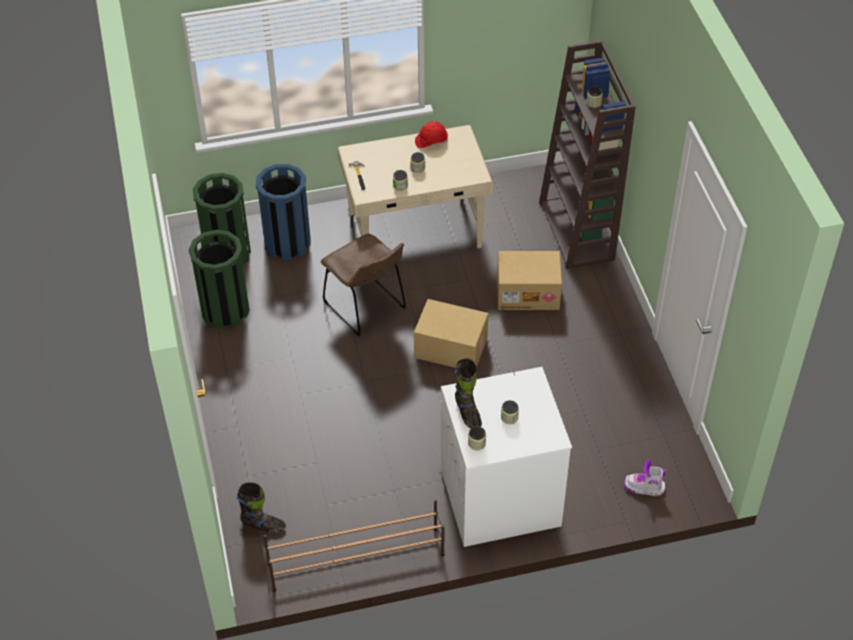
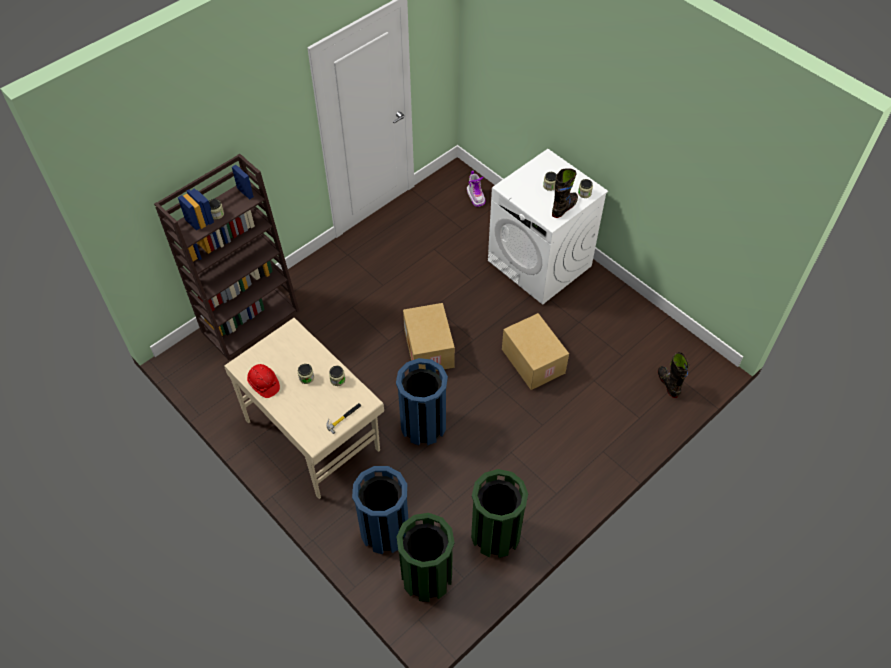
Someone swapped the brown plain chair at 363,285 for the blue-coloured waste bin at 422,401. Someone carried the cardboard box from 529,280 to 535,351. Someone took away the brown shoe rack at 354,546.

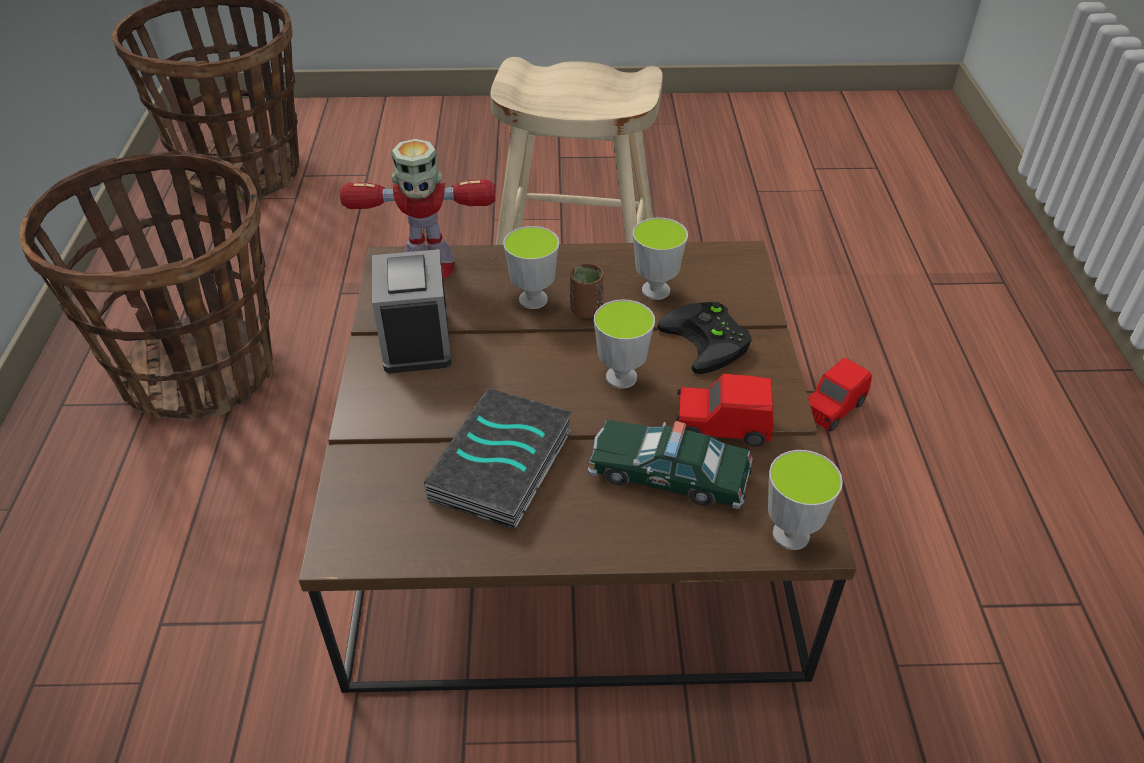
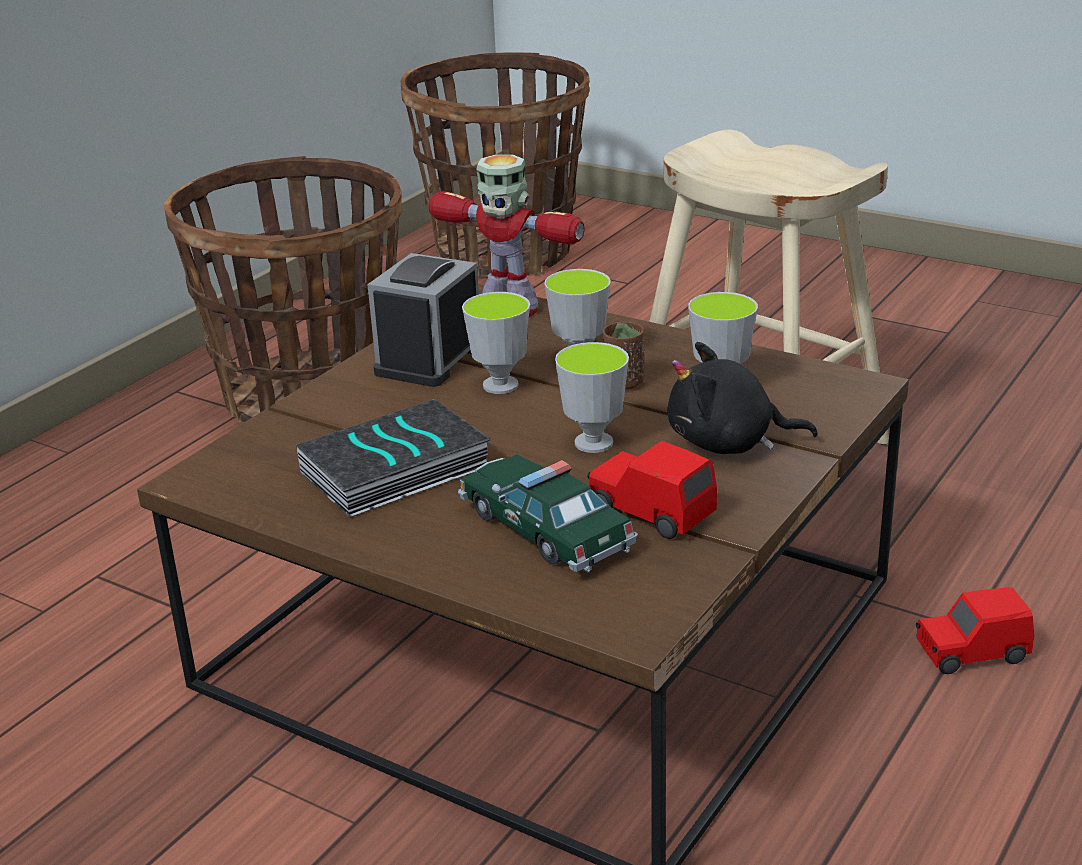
Someone swapped the black-coloured joypad at 704,337 for the black-coloured soft toy at 743,398. Someone carried the small cup from 805,500 to 496,343.

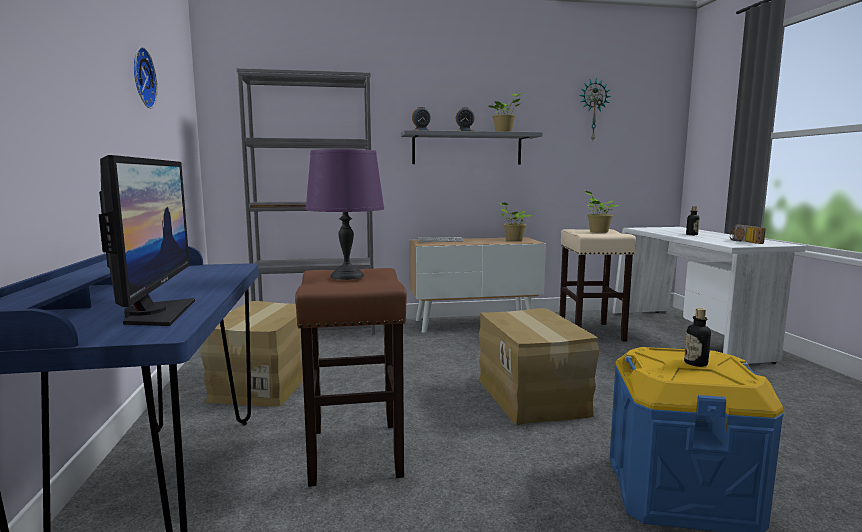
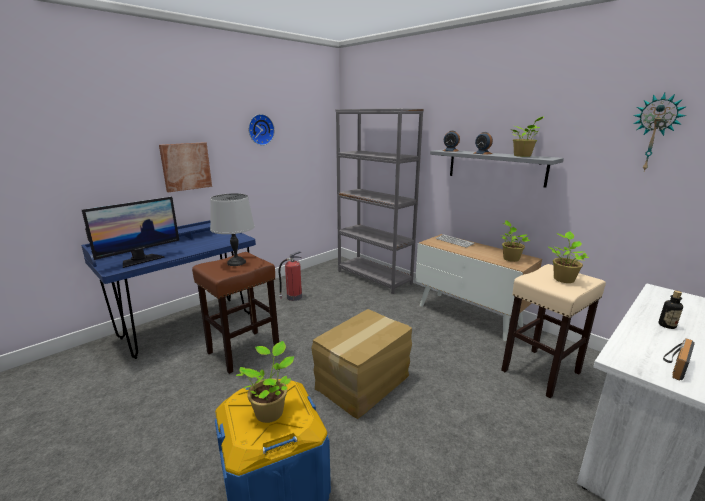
Someone repainted the purple-coloured lamp for a table at 344,214, which became the grey lamp for a table at 232,229. Someone swapped the cardboard box at 252,354 for the fire-fighting cylinder at 290,276. Someone swapped the beverage bottle at 697,337 for the plant in a pot at 265,382. Someone put up the wall picture at 185,167.

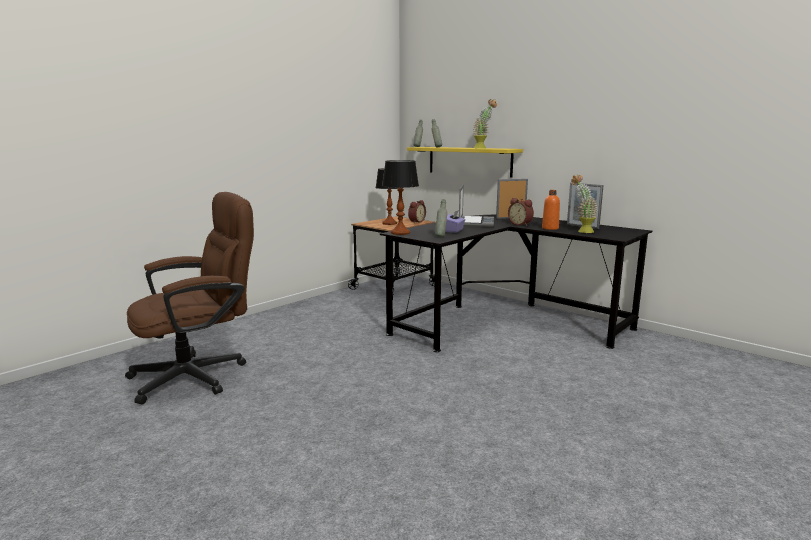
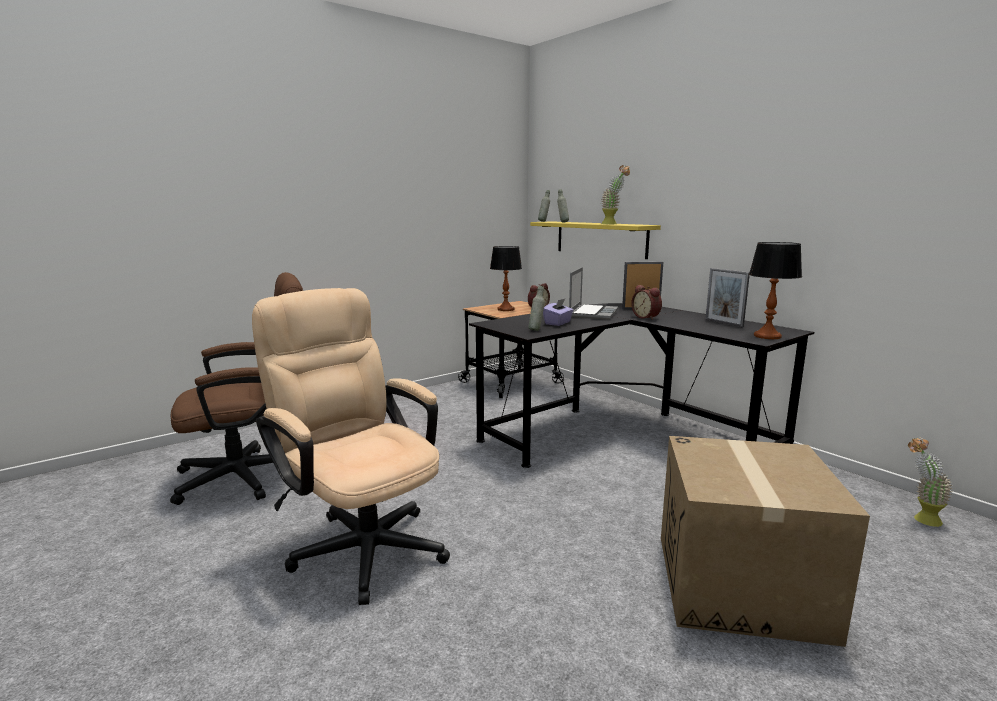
Someone carried the lamp for a table from 400,197 to 775,290. Someone carried the plant in a pot from 584,204 to 930,482. Someone took away the orangey beverage bottle at 551,210. Someone put down the beige desk chair at 351,446. Someone put down the cardboard box at 765,541.

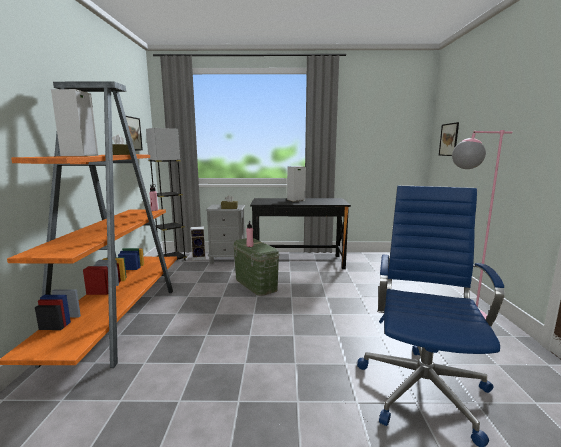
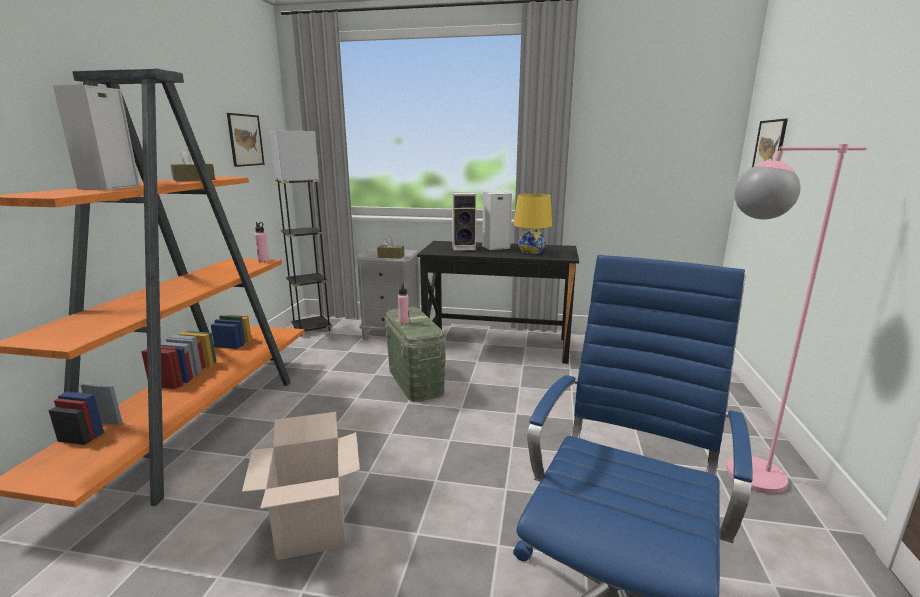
Someone carried the audio speaker from 198,243 to 464,221. Someone put down the yellow lamp for a table at 532,224. Someone put down the cardboard box at 301,486.

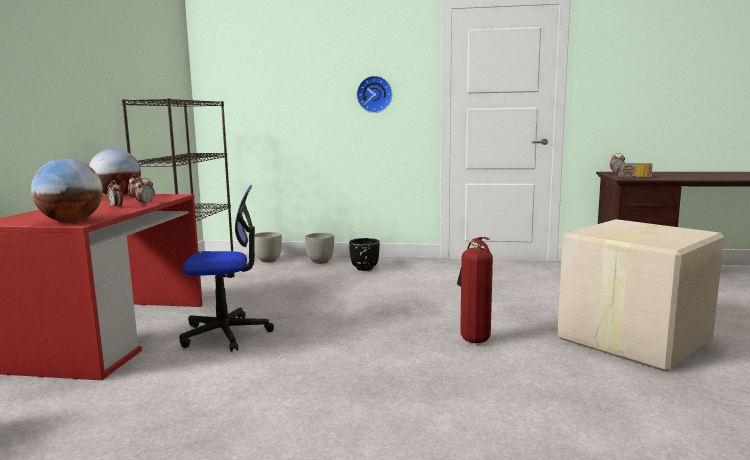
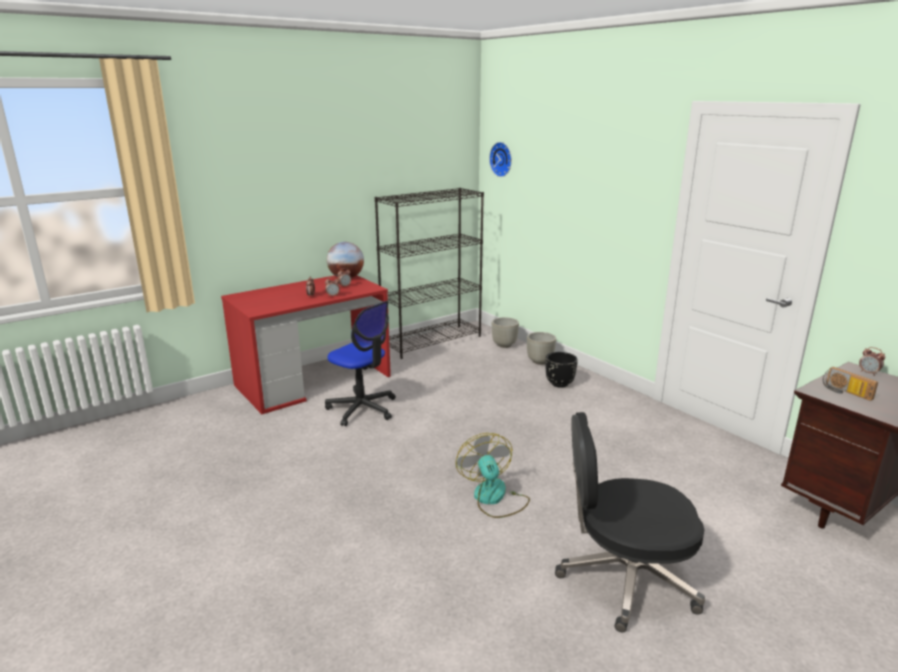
Someone carried the clock on the wall from 374,94 to 500,159. Someone took away the desk globe at 67,190. Someone swapped the cardboard box at 640,295 for the black-coloured desk chair at 630,522. Someone swapped the fire-fighting cylinder at 475,290 for the cooling fan at 493,475.

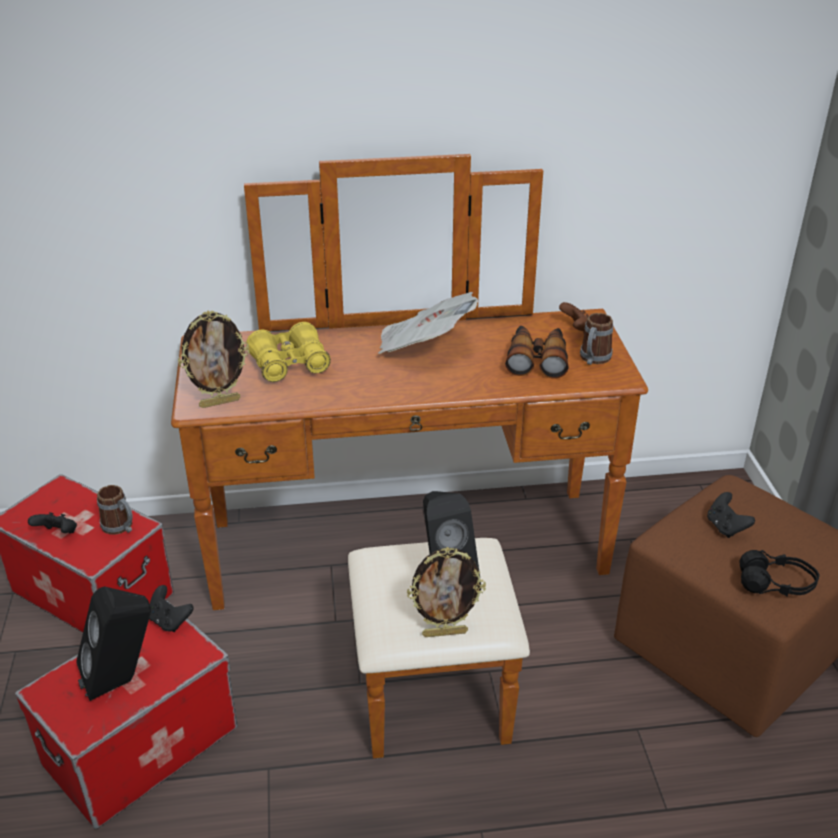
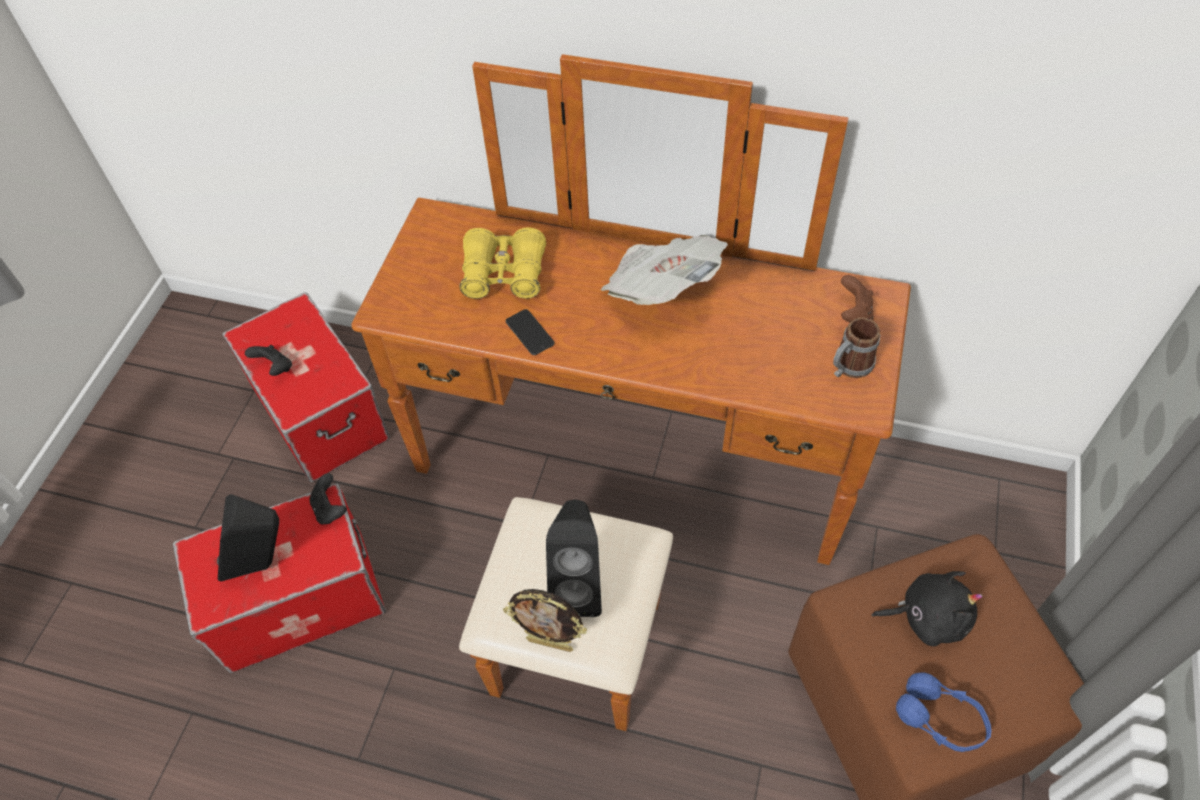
Someone took away the standing frame at 214,359. Someone took away the pair of binoculars at 537,352. Someone took away the mug at 115,510. Someone swapped the black-coloured joypad at 731,515 for the black-coloured soft toy at 927,608. Someone repainted the black-coloured headset at 780,573, which became the blue-coloured headset at 944,712. Someone put down the phone at 530,332.

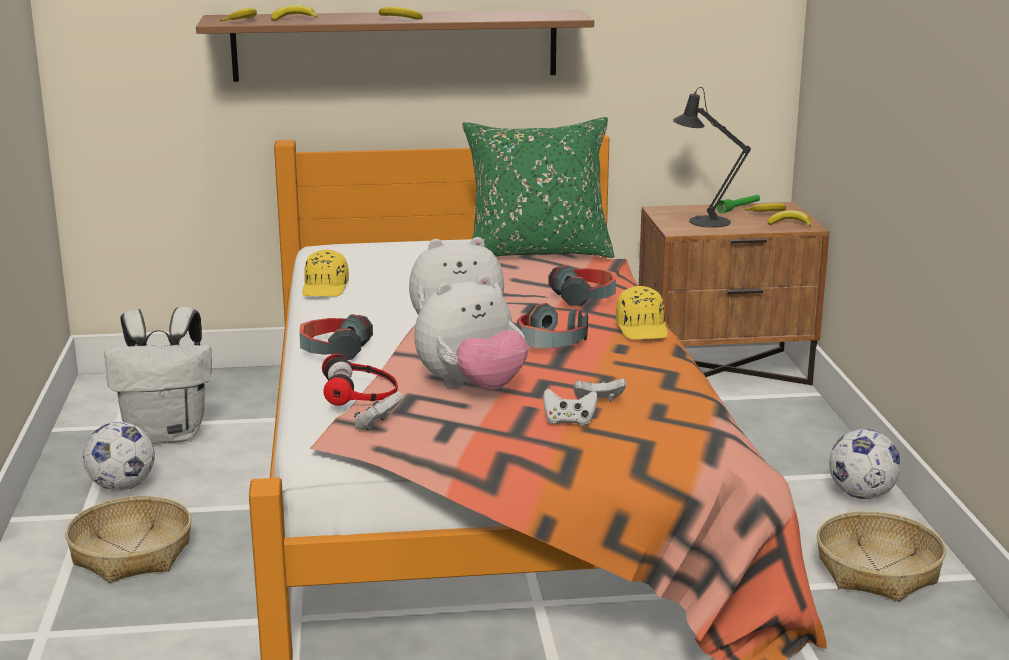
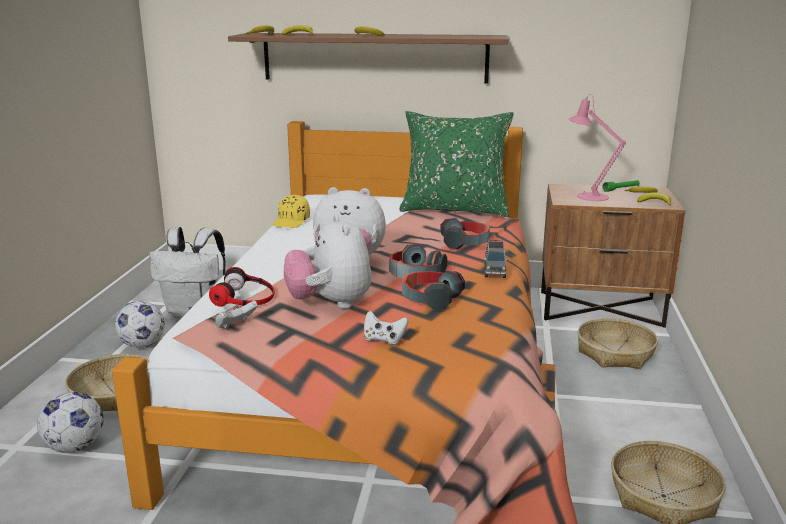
Someone repainted the black-coloured lamp for a table at 712,157, which became the pink-coloured lamp for a table at 597,147. Someone rotated the soft toy at 471,332 by 90 degrees clockwise. Someone swapped the yellow cap at 642,312 for the grey model car at 496,259. Someone carried the headset from 336,337 to 433,290. Someone took away the white-coloured joypad at 600,390. Someone carried the ball for football from 865,464 to 70,422. Someone put down the basket at 617,343.

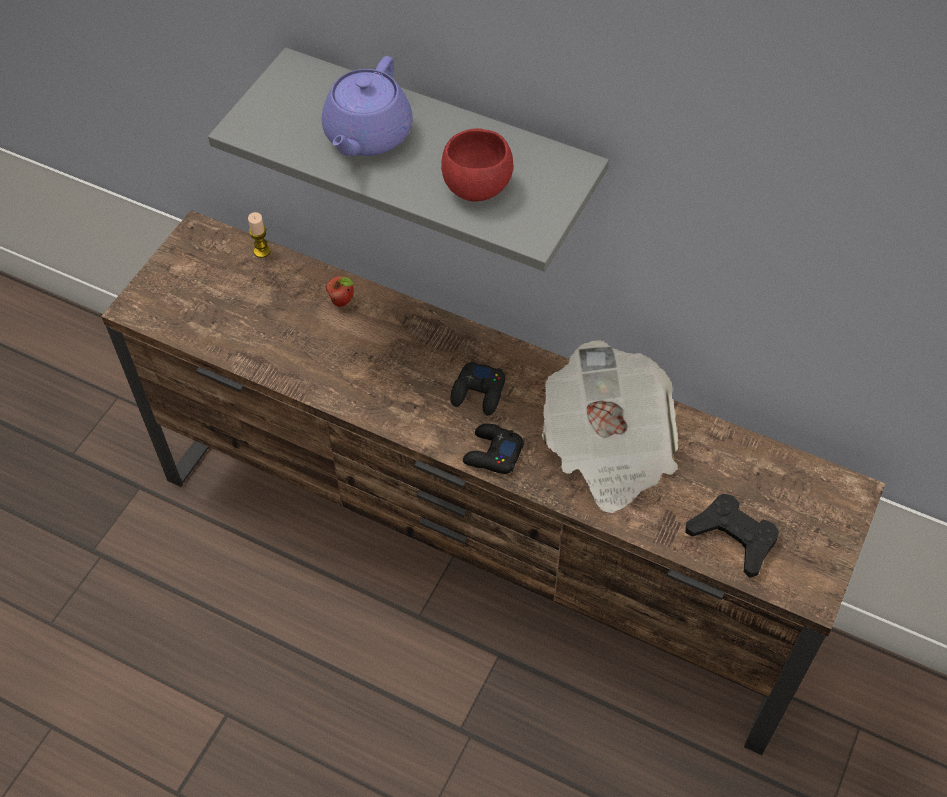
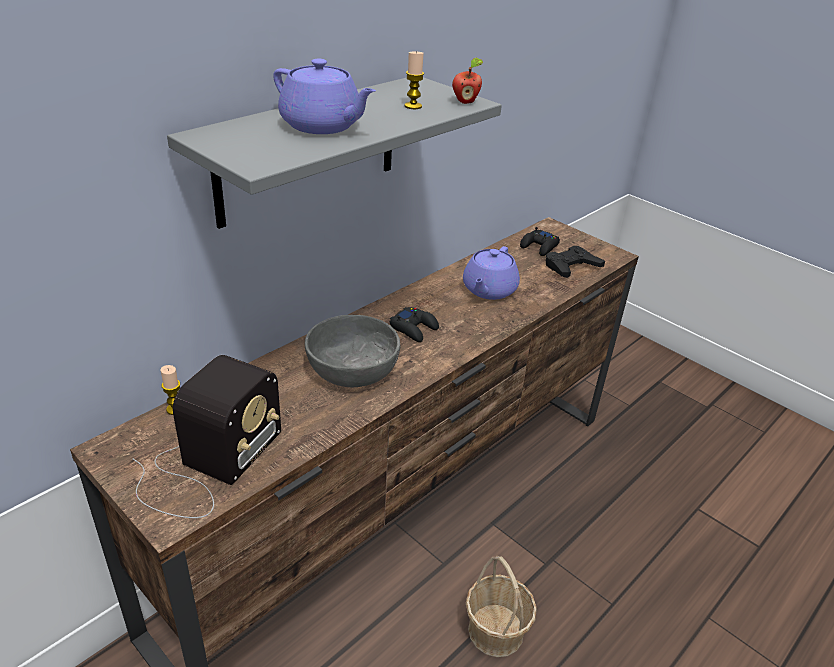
Someone swapped the red-coloured serving bowl at 477,165 for the candle at 414,80. Someone carried the whole apple from 340,291 to 467,81. Someone swapped the newspaper at 610,426 for the purple-coloured pot for tea at 491,273. Someone carried the black-coloured joypad from 493,448 to 540,241. Someone put down the grey serving bowl at 352,351. Someone put down the radio set at 207,436. Someone put down the basket at 501,606.

